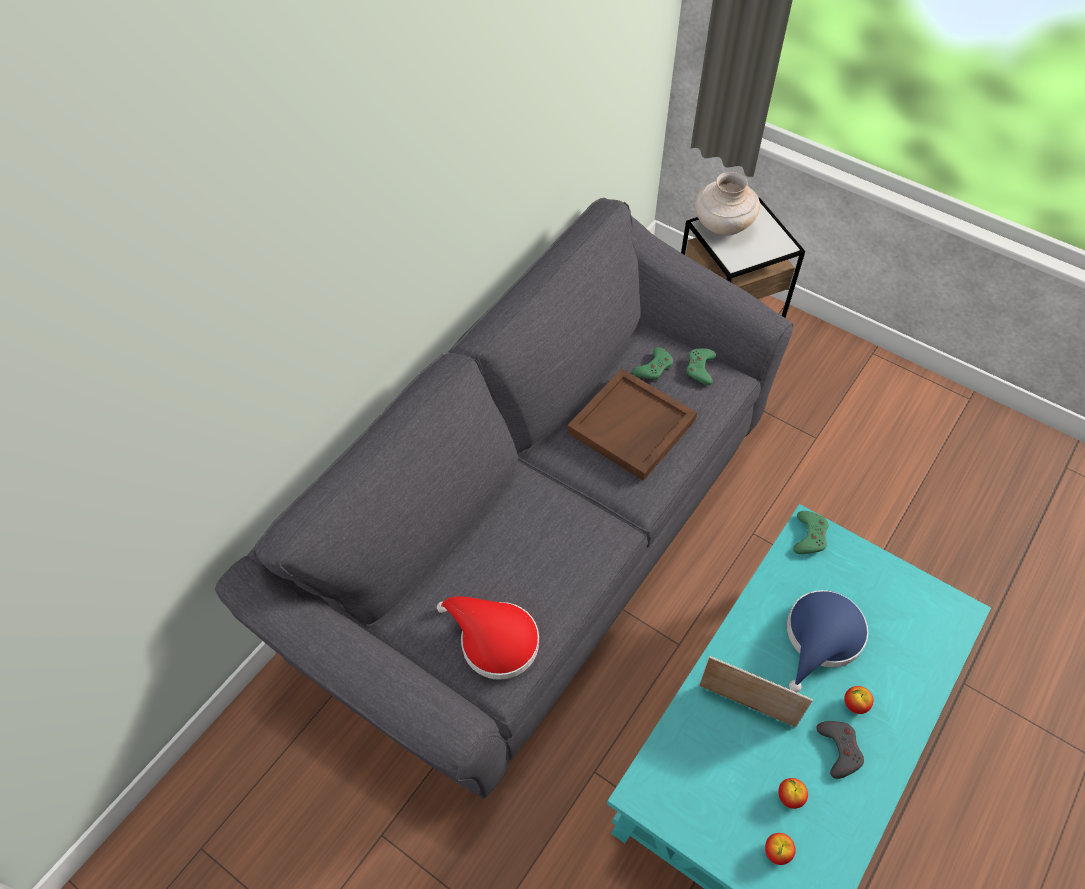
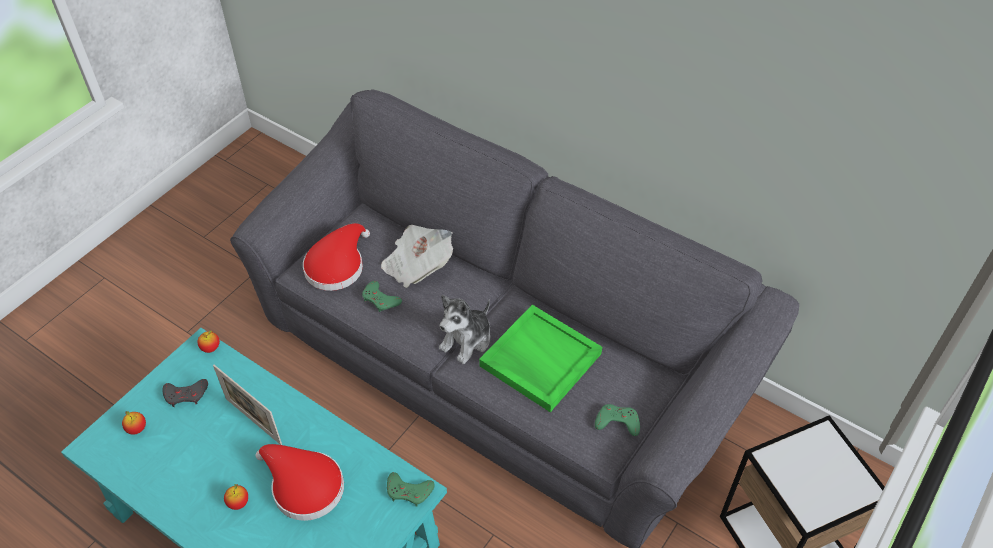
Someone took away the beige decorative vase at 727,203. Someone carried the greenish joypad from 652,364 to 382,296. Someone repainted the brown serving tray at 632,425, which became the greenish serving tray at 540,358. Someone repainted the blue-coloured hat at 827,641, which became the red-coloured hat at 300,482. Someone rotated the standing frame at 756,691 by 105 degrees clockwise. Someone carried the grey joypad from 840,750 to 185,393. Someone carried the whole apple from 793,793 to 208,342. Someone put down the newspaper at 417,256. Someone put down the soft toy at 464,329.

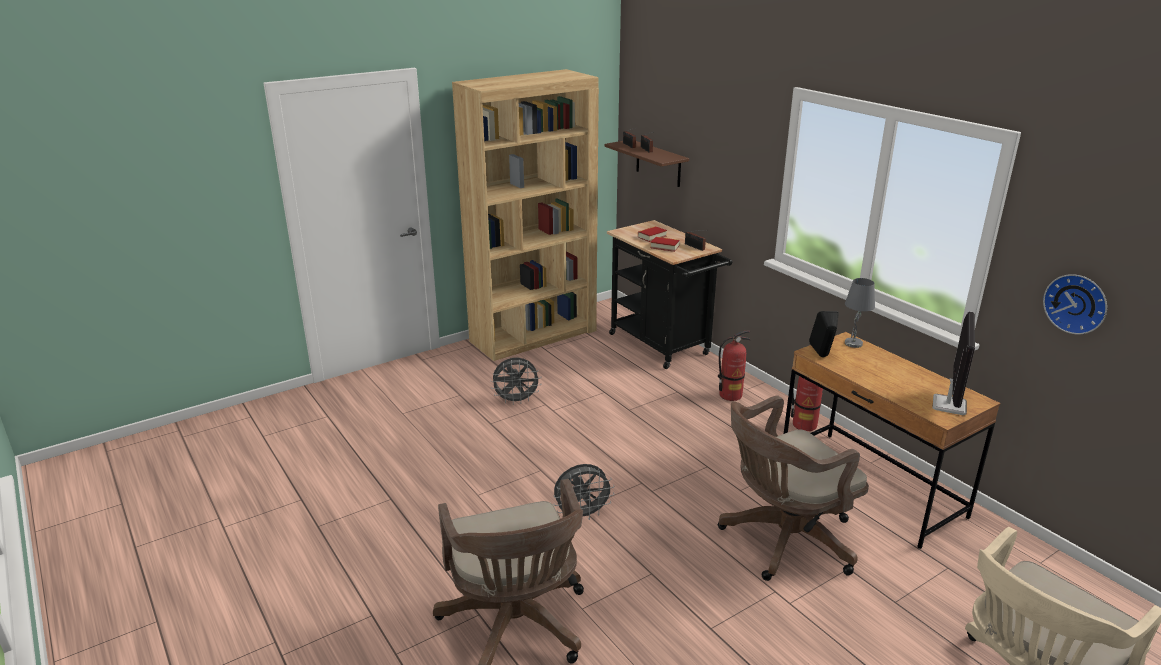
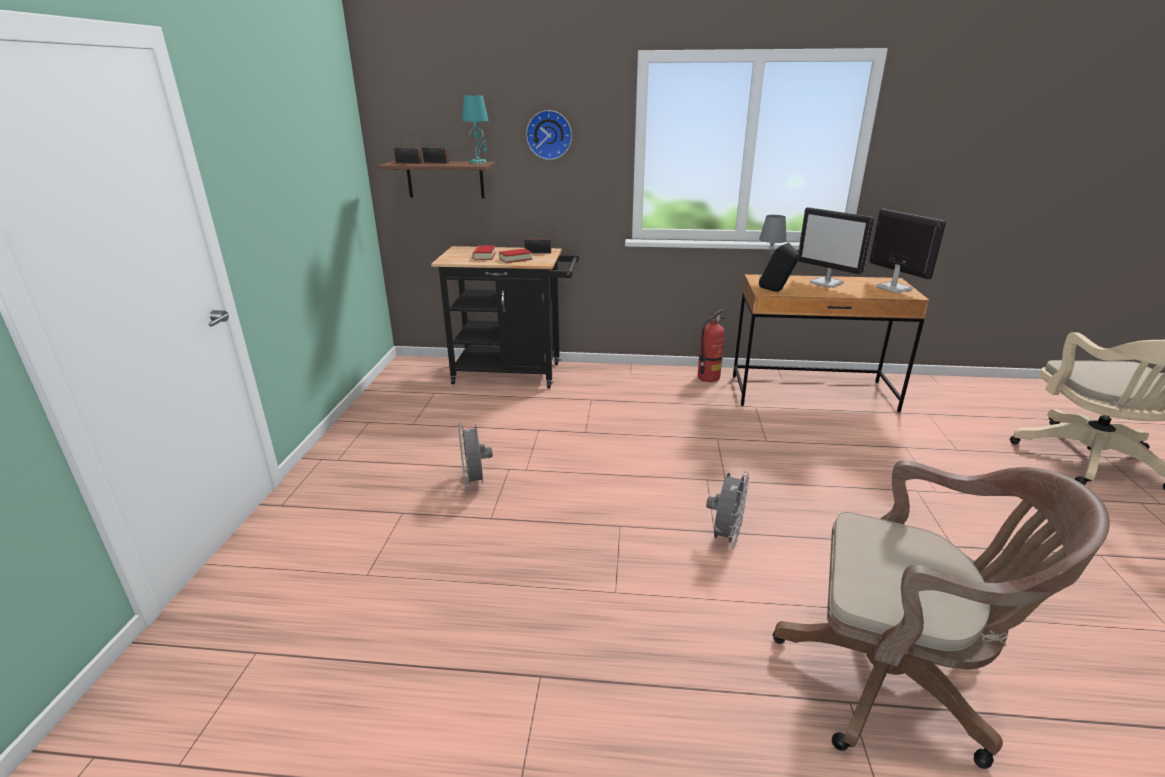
Someone took away the brown bookshelf at 525,215. Someone carried the clock on the wall from 1075,304 to 549,135. Someone took away the fire-fighting cylinder at 734,365. Someone rotated the grey cooling fan at 515,381 by 135 degrees clockwise. Someone took away the brown desk chair at 793,488. Someone put down the turquoise lamp for a table at 475,129. Someone put down the monitor at 836,247.

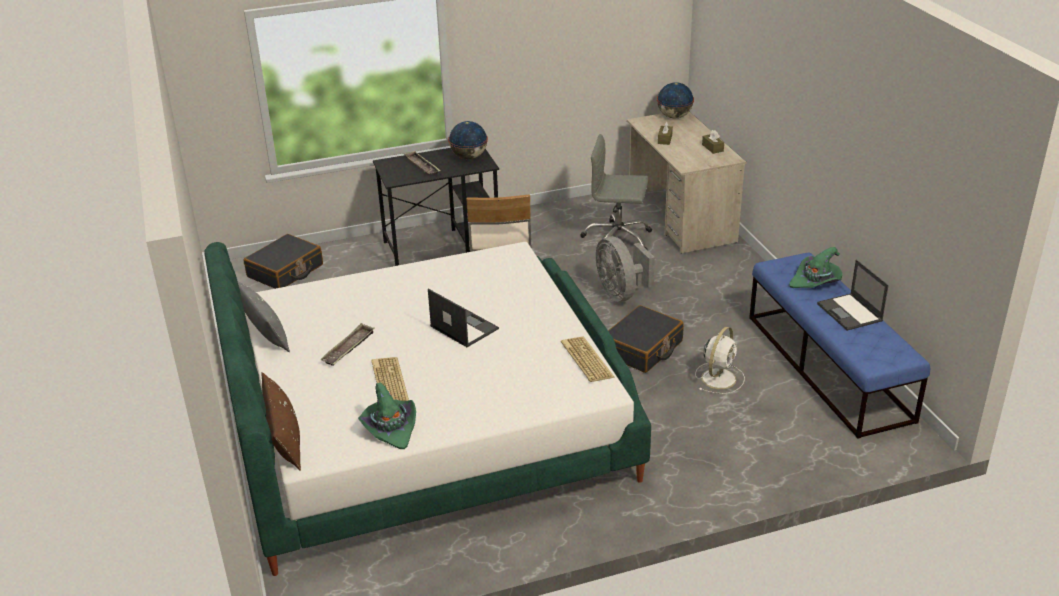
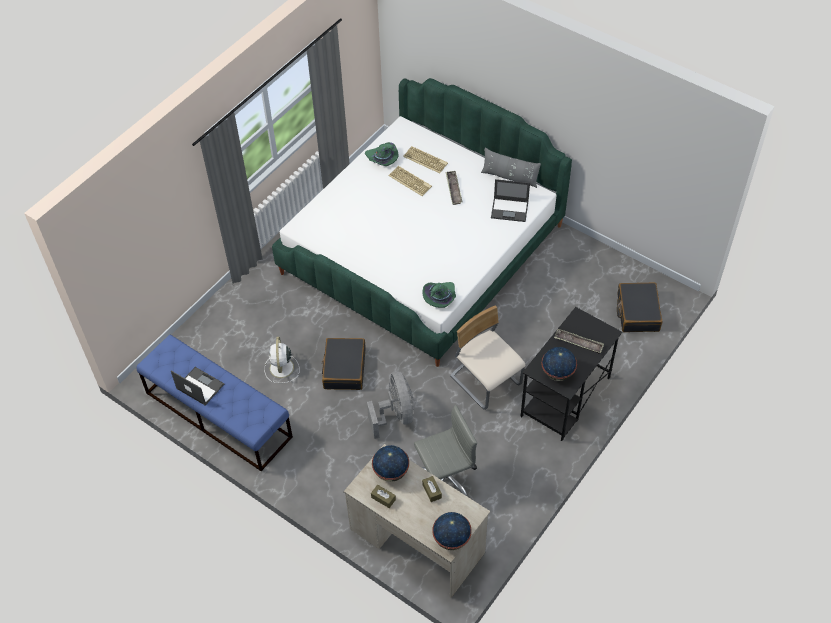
Someone rotated the grey cooling fan at 625,269 by 45 degrees clockwise. Someone carried the greenish hat from 815,267 to 439,295. Someone carried the laptop from 463,318 to 510,200. Someone carried the PC keyboard from 588,359 to 425,159. Someone took away the brown cushion at 281,421. Someone put down the desk globe at 390,463.

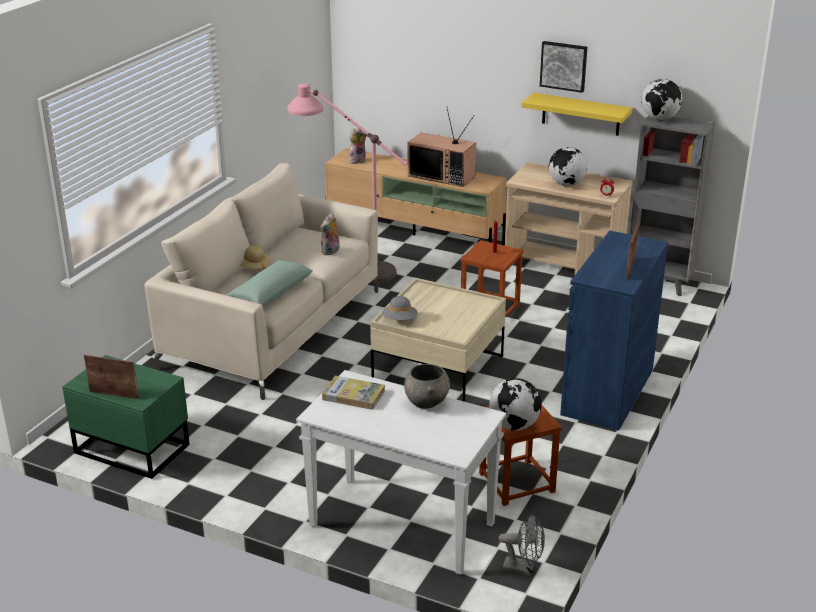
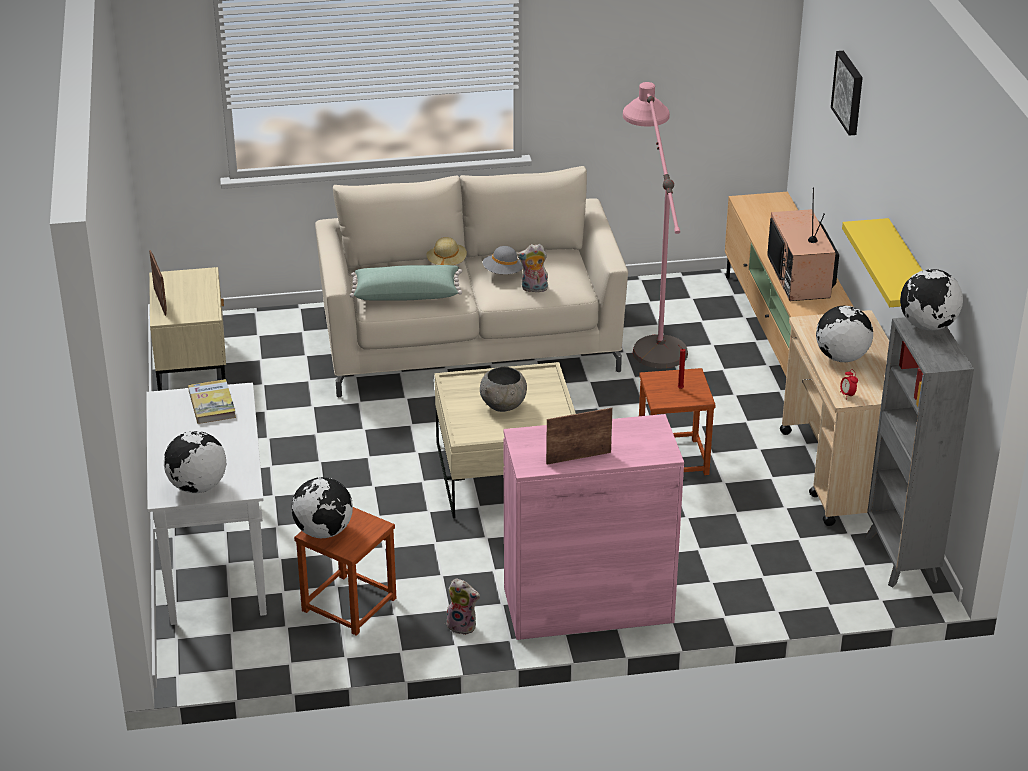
Someone carried the wall picture from 563,67 to 847,93. Someone carried the soft toy from 358,146 to 463,606. Someone repainted the blue-coloured storage cabinet at 614,330, which became the pink-coloured storage cabinet at 593,527. Someone carried the grey hat from 400,308 to 503,260. Someone repainted the greenish nightstand at 126,417, which became the beige nightstand at 187,329. Someone carried the grey serving bowl from 427,386 to 503,389. Someone took away the grey cooling fan at 522,545. Someone put down the desk globe at 195,462.

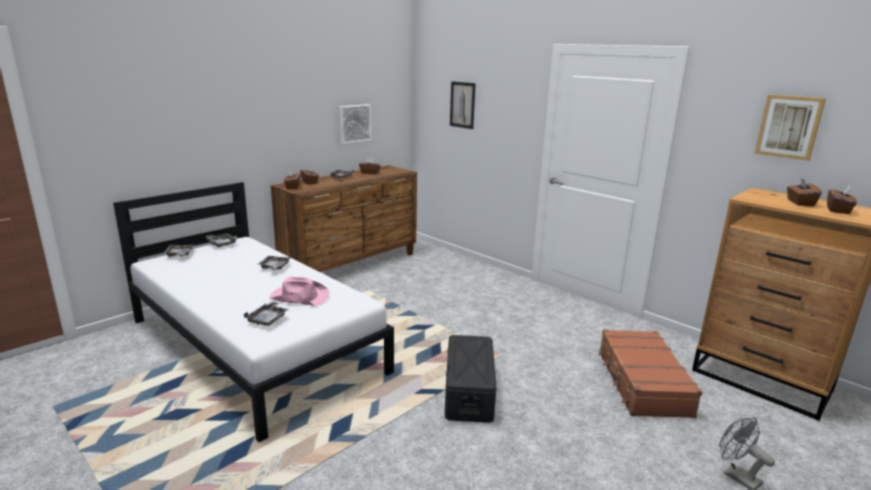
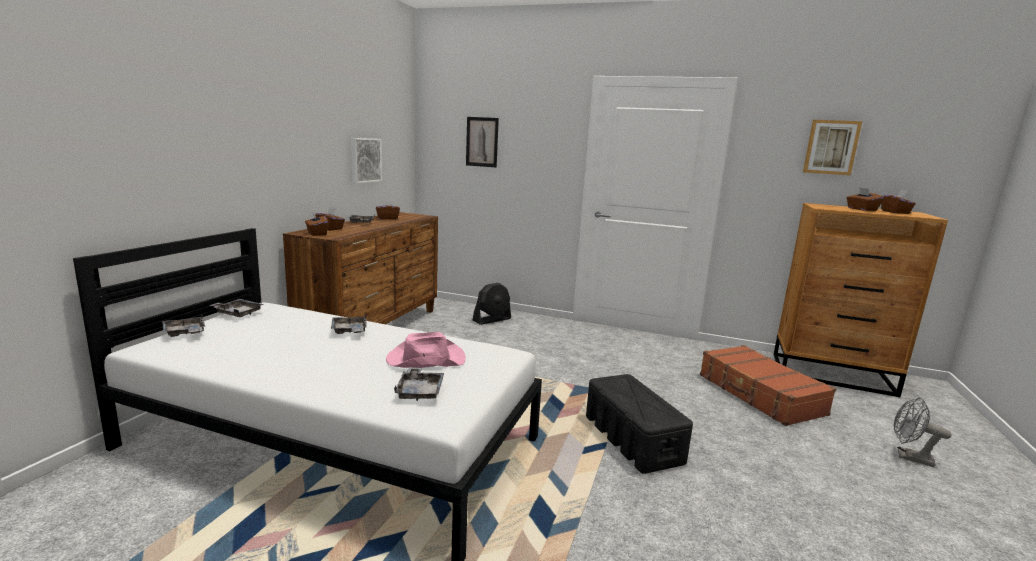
Someone put down the black-coloured cooling fan at 492,304.

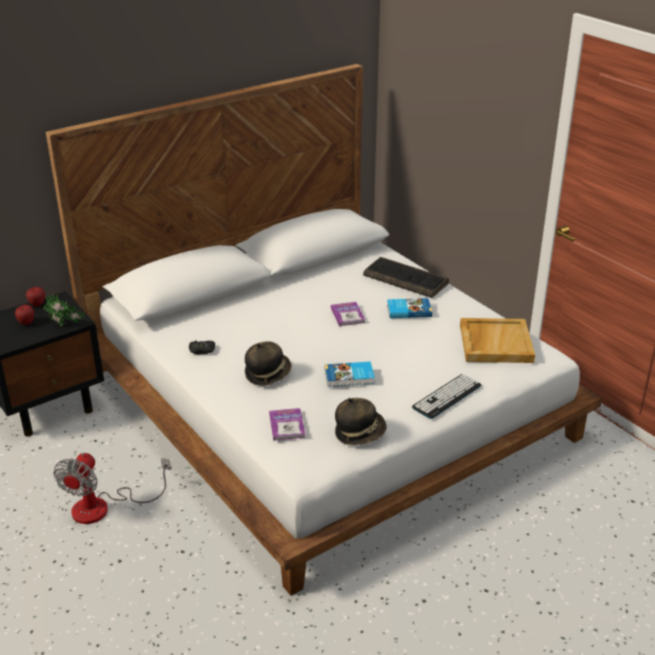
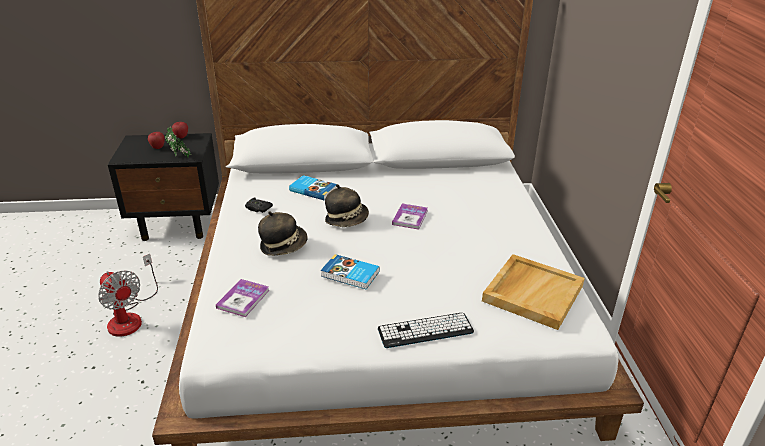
Someone took away the PC keyboard at 406,277. Someone carried the volume from 409,308 to 313,188. Someone carried the hat from 361,421 to 347,205. Someone rotated the cooling fan at 112,488 by 90 degrees counterclockwise.

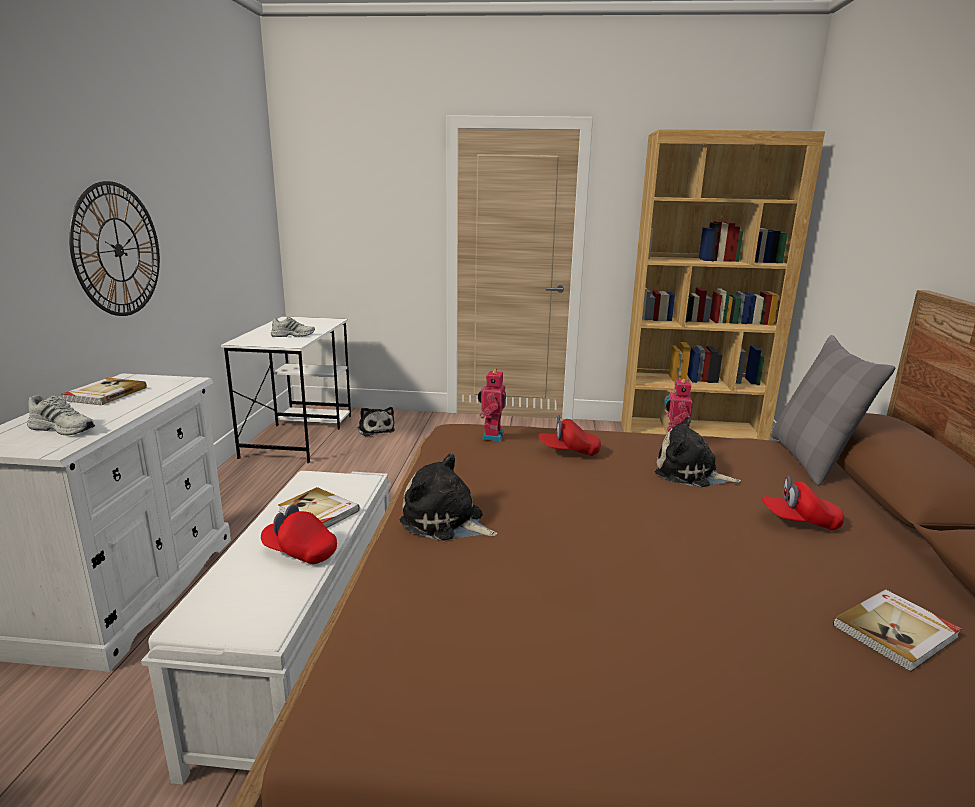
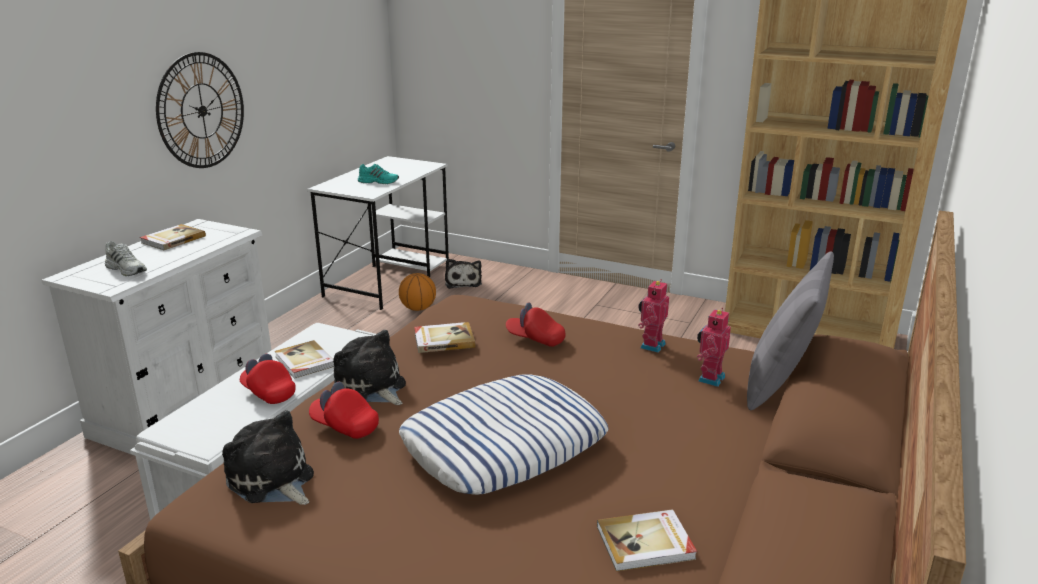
Someone repainted the white-coloured shoe at 293,327, which became the turquoise shoe at 378,174. Someone carried the toy robot from 492,404 to 714,347. Someone carried the soft toy from 698,452 to 268,457. Someone carried the red-coloured cap from 803,503 to 344,410. Someone put down the basketball ball at 417,292. Someone put down the volume at 444,337. Someone put down the cushion at 503,434.

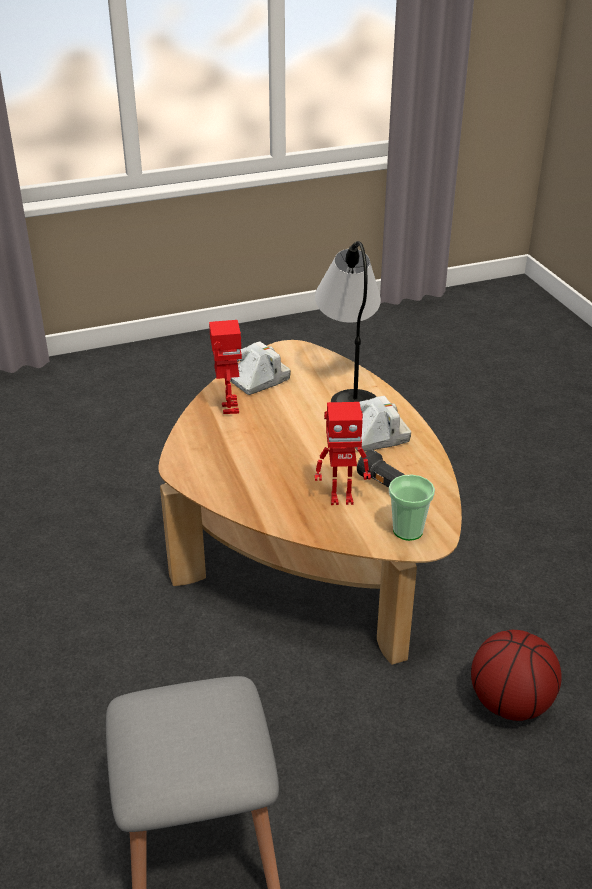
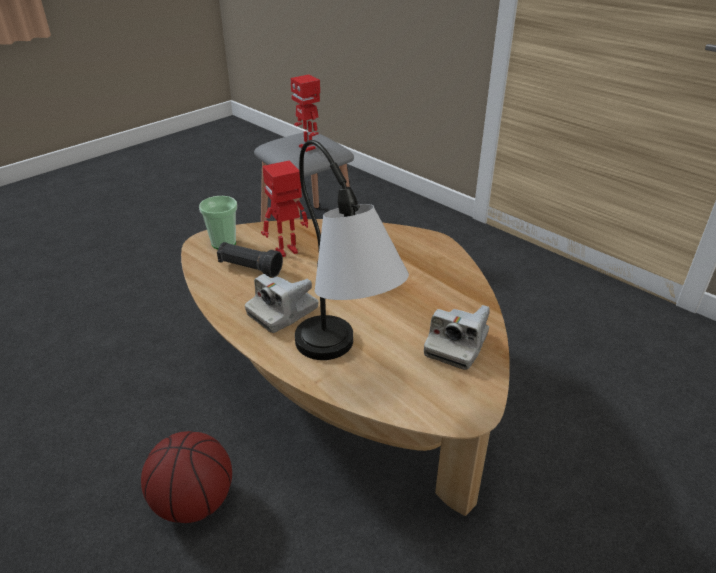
Someone carried the toy robot from 225,367 to 305,113. Someone carried the basketball ball from 516,675 to 186,477.

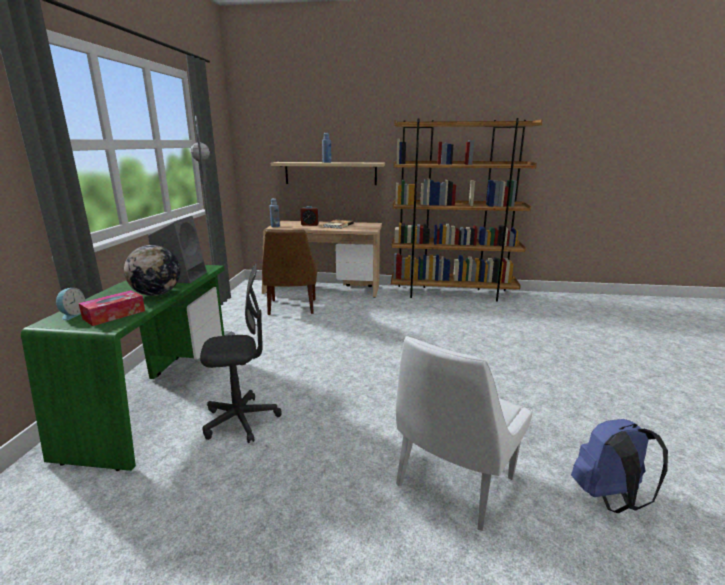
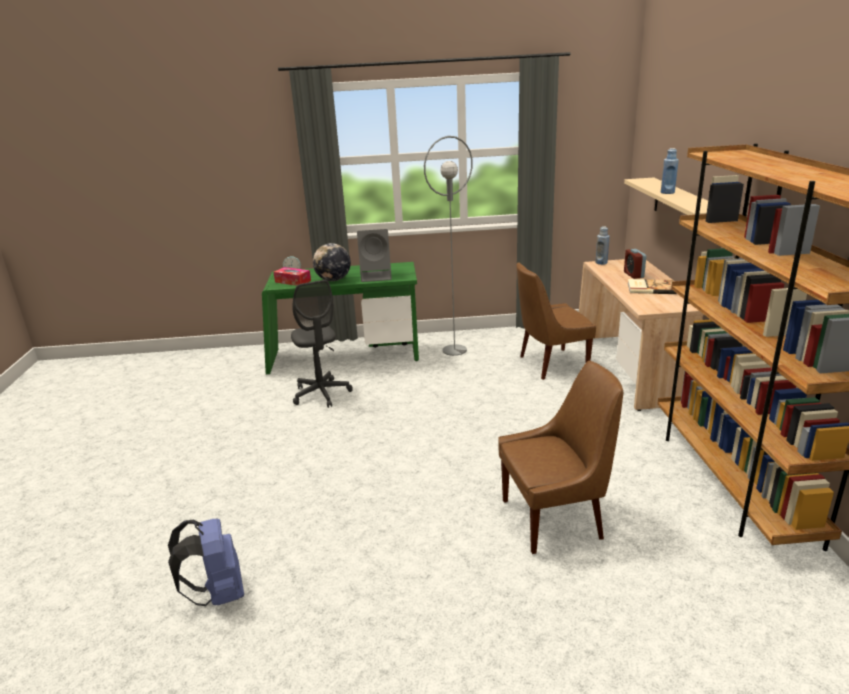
Someone took away the white-coloured plain chair at 464,433. Someone put down the brown plain chair at 560,457.

